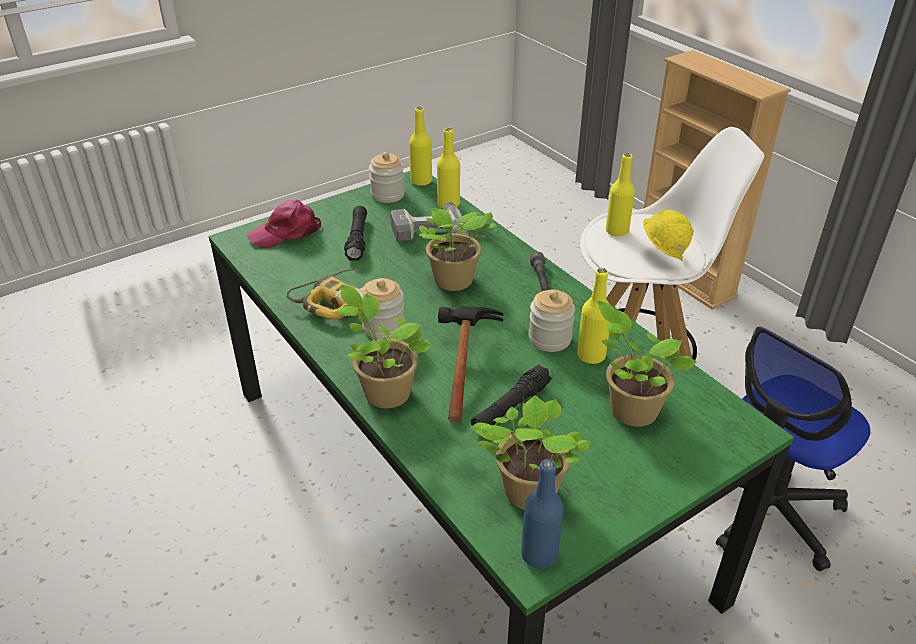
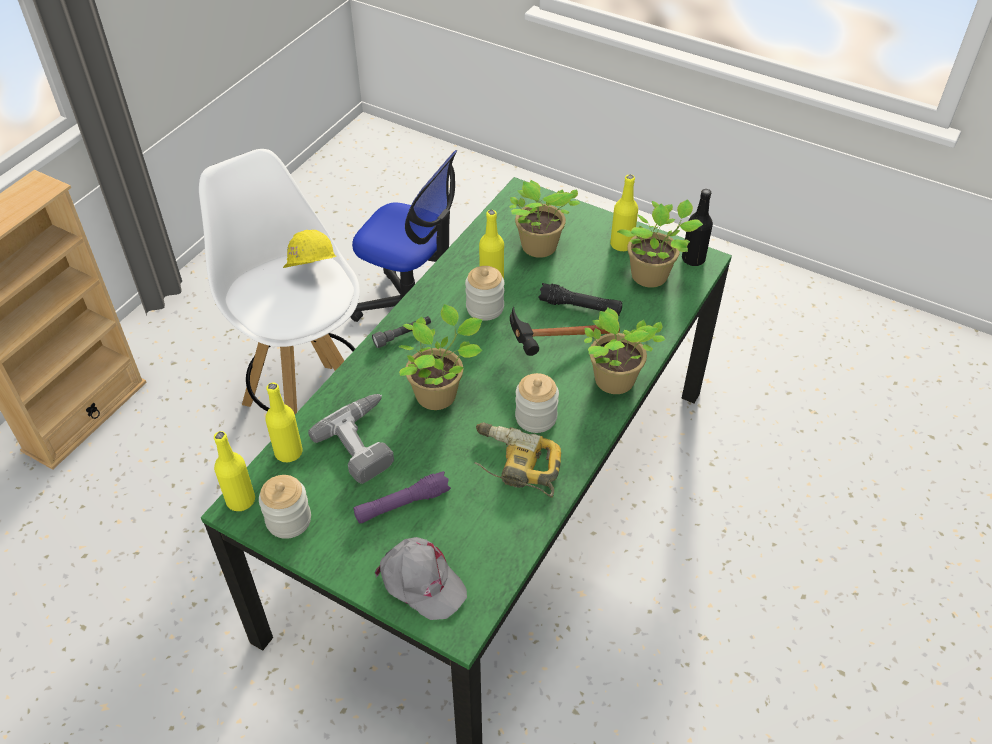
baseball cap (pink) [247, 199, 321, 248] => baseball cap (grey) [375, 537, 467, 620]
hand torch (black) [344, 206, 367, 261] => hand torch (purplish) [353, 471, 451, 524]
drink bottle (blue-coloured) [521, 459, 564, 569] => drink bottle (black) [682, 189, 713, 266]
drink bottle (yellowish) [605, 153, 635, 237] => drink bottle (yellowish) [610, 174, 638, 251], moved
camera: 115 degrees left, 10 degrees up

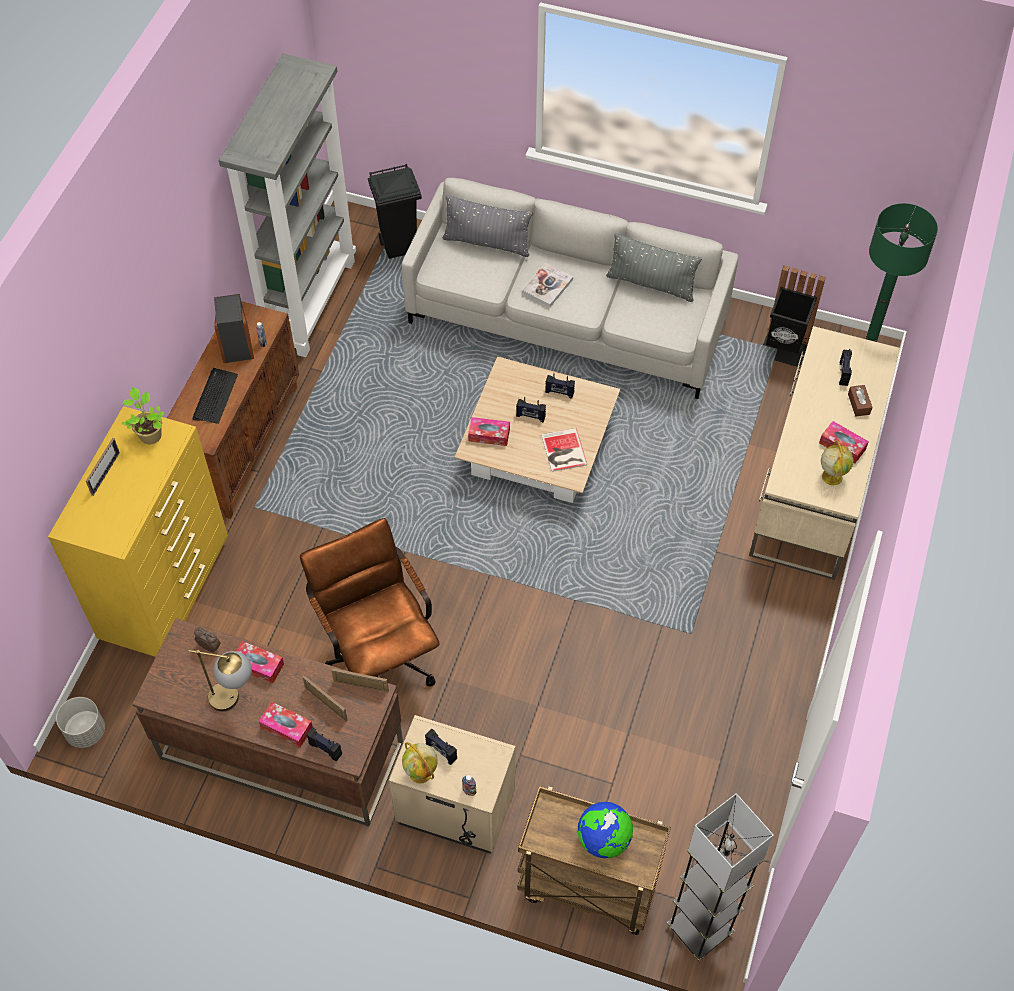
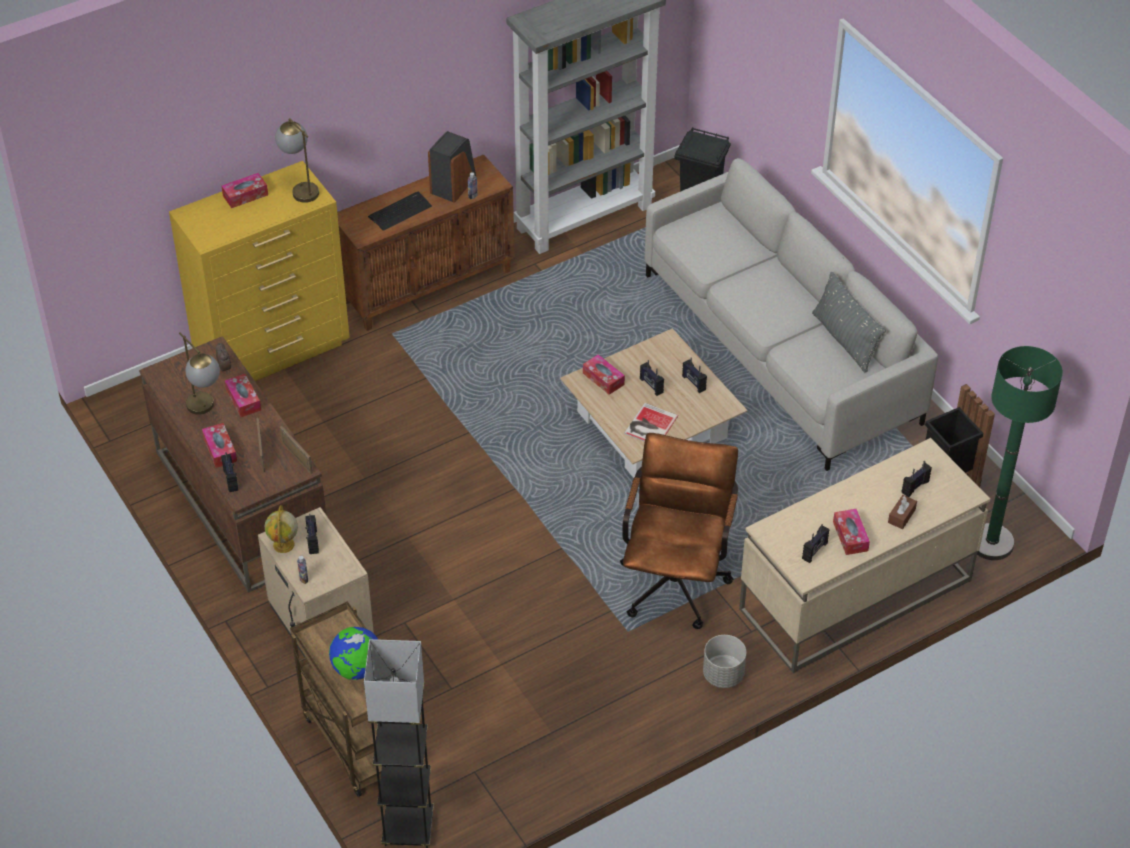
flower pot (grey) [56, 697, 105, 748] => flower pot (grey) [703, 635, 746, 688], moved
picture frame [86, 438, 120, 496] => box of tissues [222, 173, 268, 208]
houseplant [122, 387, 165, 444] => table lamp [275, 118, 319, 203]
computer chair (brownish) [300, 518, 440, 687] => computer chair (brownish) [620, 433, 738, 629], moved
cushion (grey) [442, 195, 533, 257] => nothing
volume [522, 263, 573, 307] => nothing
world globe [821, 441, 853, 485] => radio [802, 524, 829, 563]
camera: 40 degrees right, 10 degrees down

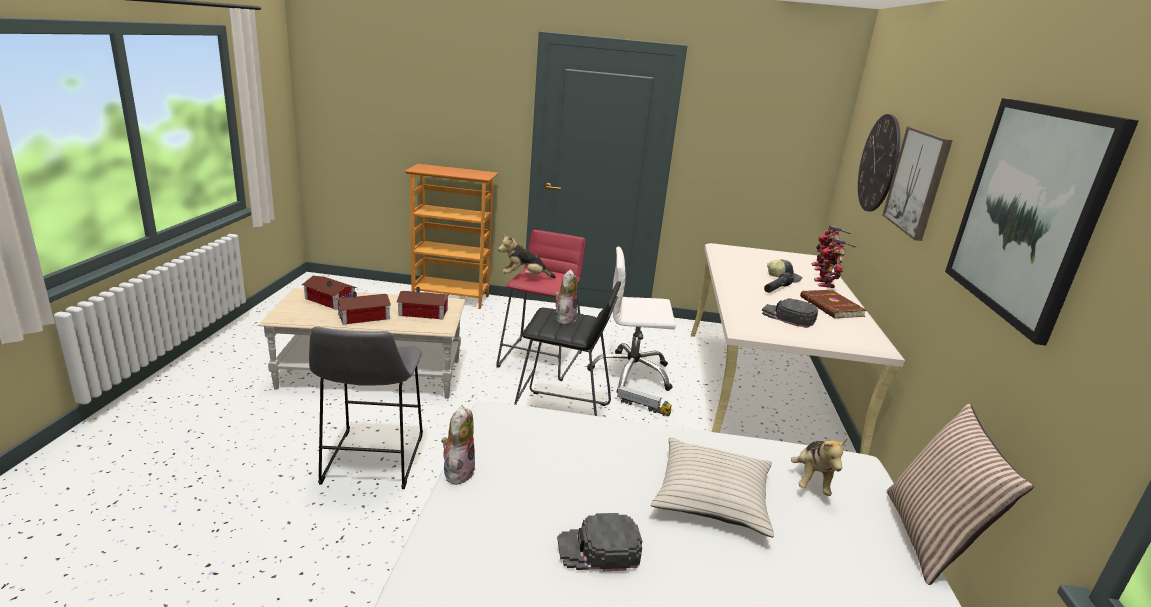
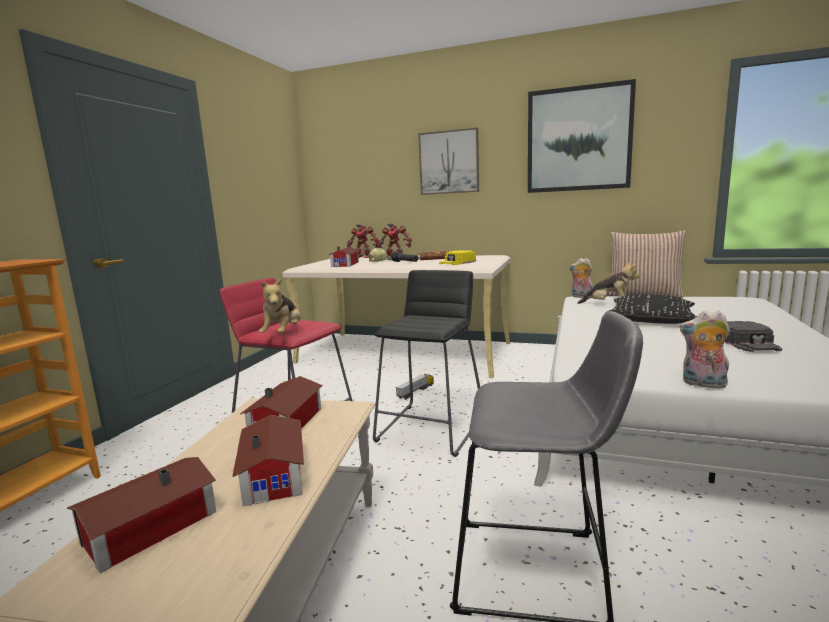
cuddly toy [555, 269, 577, 325] => cuddly toy [569, 258, 593, 298], moved
computer chair (white) [587, 246, 676, 393] => nothing
cushion (sand-coloured) [651, 437, 774, 537] => cushion (black) [607, 295, 697, 324]
baseball cap (black) [762, 298, 818, 328] => baseball cap (yellowish) [439, 250, 476, 265]
clock on the wall [858, 114, 900, 212] => nothing
nothing => model house [329, 247, 360, 267]
camera: 75 degrees left, 10 degrees down

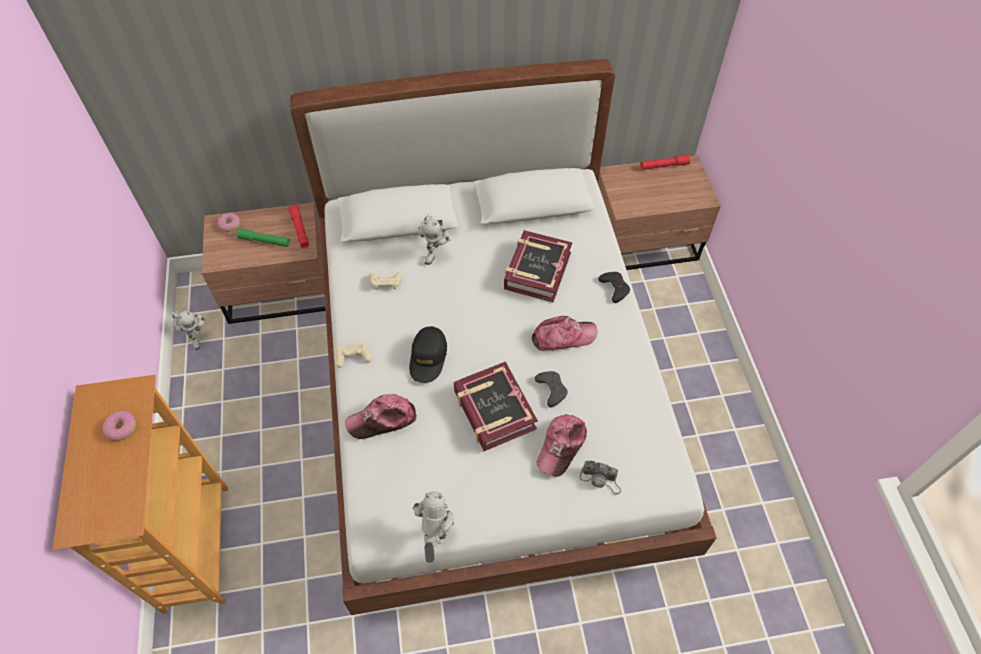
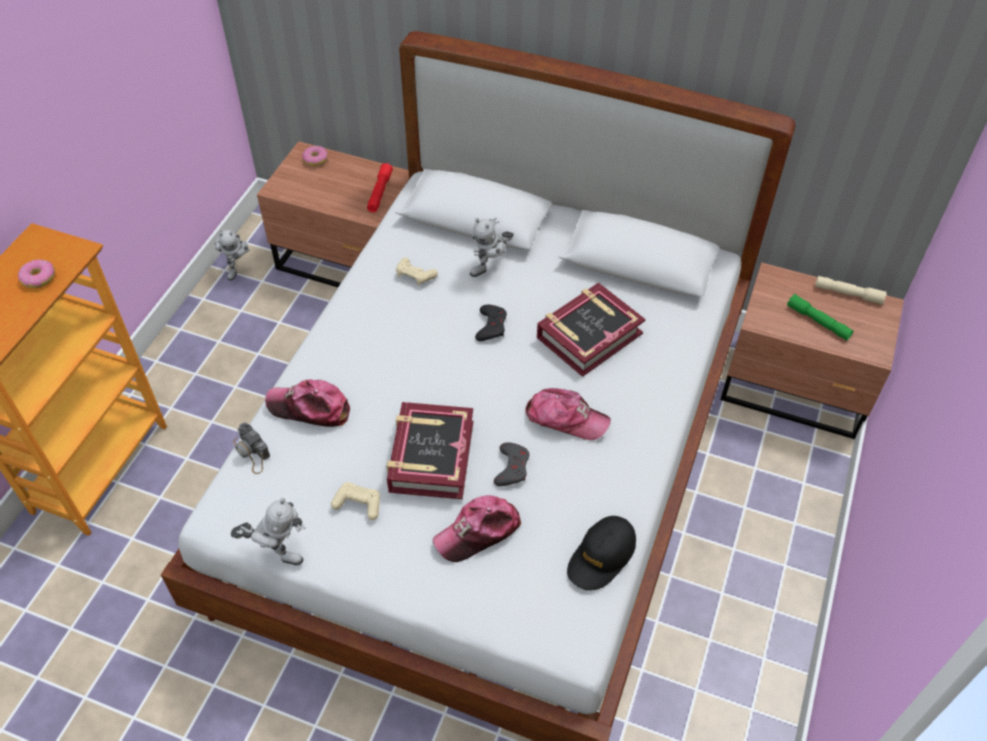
hand torch (green) [237, 228, 290, 247] => hand torch (green) [787, 294, 853, 340], moved
game controller (sand-coloured) [335, 342, 372, 368] => game controller (sand-coloured) [331, 482, 380, 520], moved
baseball cap (black) [409, 326, 447, 383] => baseball cap (black) [567, 516, 636, 590], moved
toy robot [413, 491, 454, 563] => toy robot [231, 498, 306, 565], 60 degrees clockwise
still camera [580, 460, 621, 495] => still camera [233, 422, 270, 474], moved
game controller (black) [598, 272, 630, 303] => game controller (black) [475, 305, 507, 341], moved
hand torch (reddish) [641, 154, 691, 170] => hand torch (sand-coloured) [815, 276, 887, 305]
camera: 30 degrees right, 5 degrees down

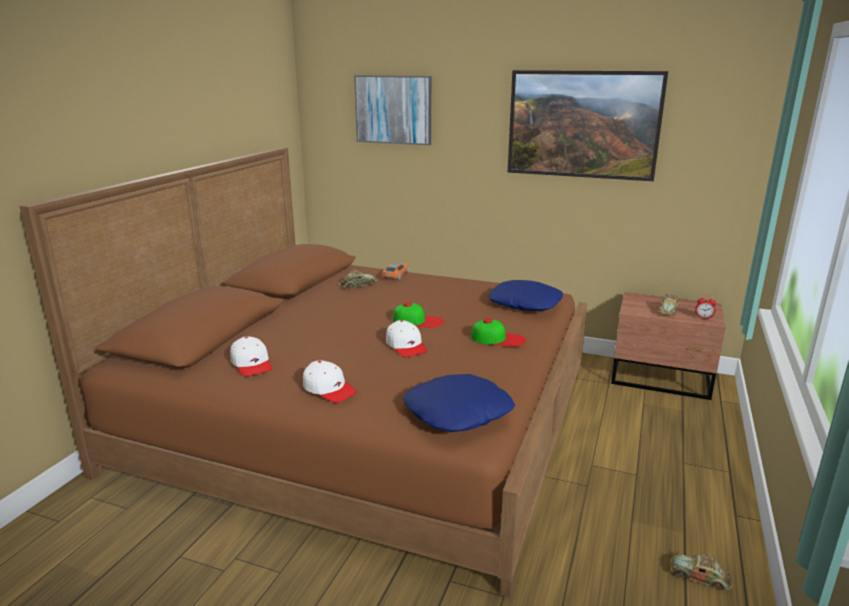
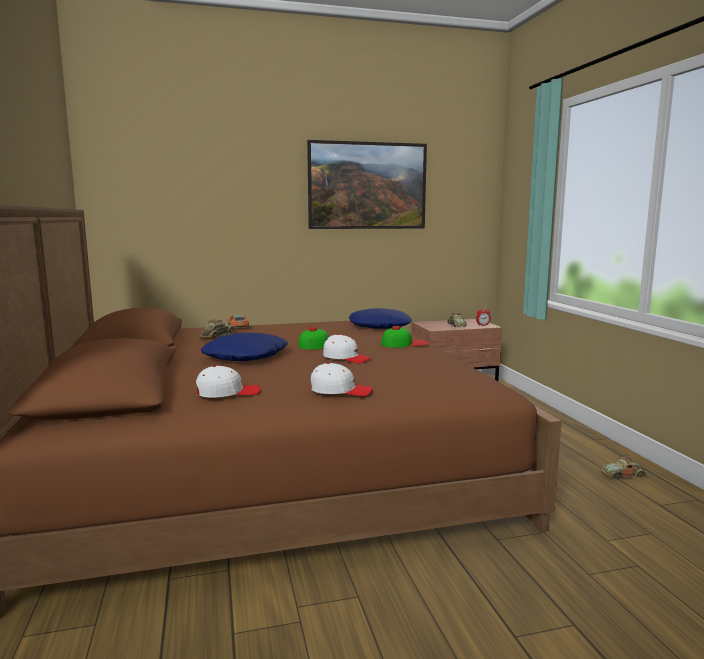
baseball cap (white) [230, 336, 272, 376] => baseball cap (white) [196, 365, 260, 398], 45 degrees counterclockwise
picture [354, 75, 431, 145] => nothing
cushion (blue-coloured) [403, 374, 515, 432] => cushion (blue-coloured) [201, 333, 288, 361], moved
camera: 35 degrees left, 10 degrees down

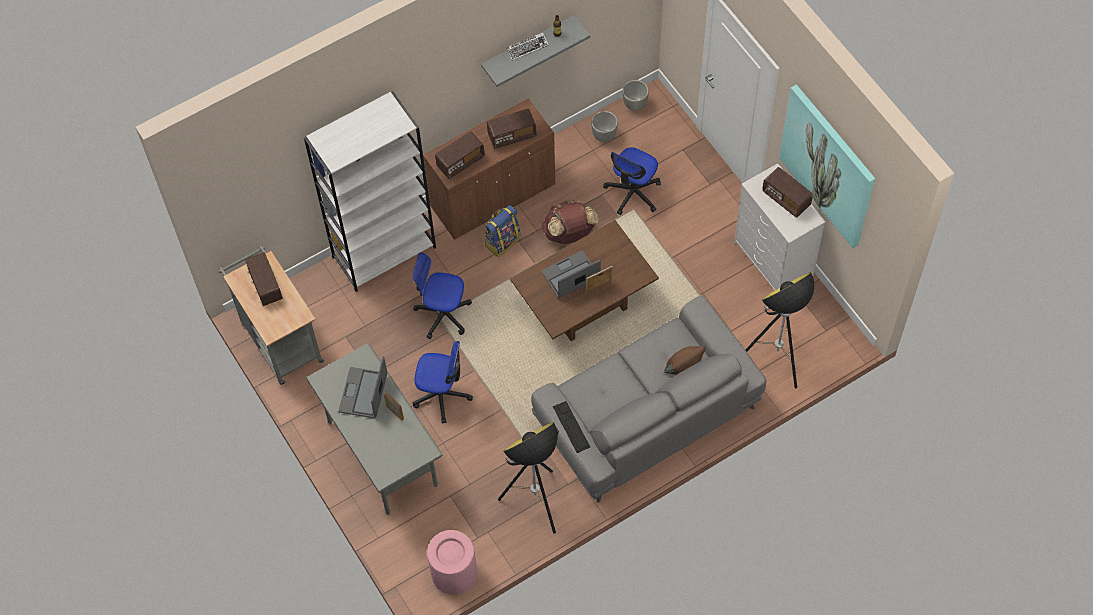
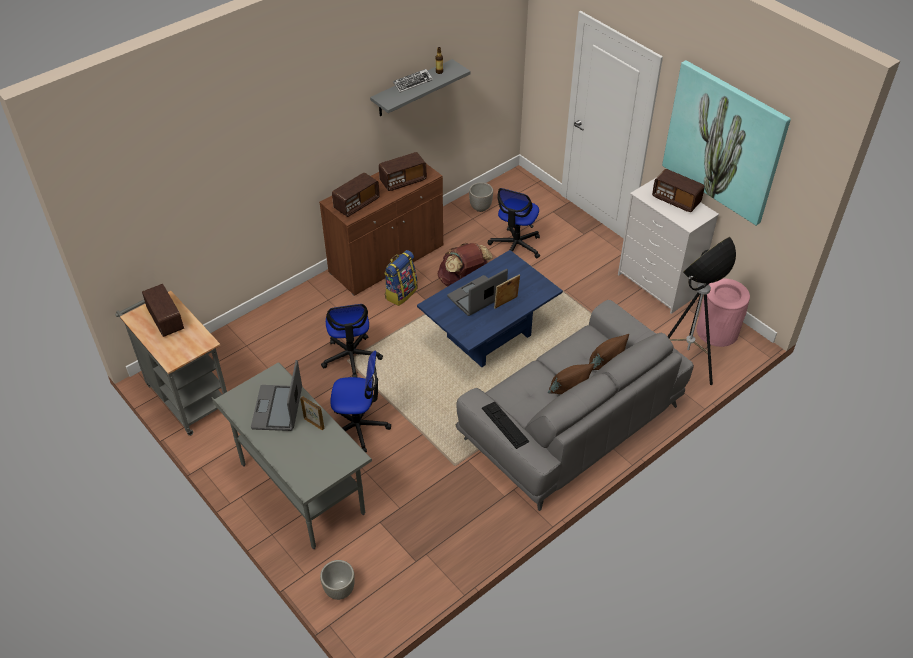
bookshelf (white) [304, 91, 436, 292] => nothing
computer chair [412, 252, 472, 339] => computer chair [321, 304, 383, 377], 105 degrees counterclockwise
waste bin (pink) [427, 530, 477, 595] => waste bin (pink) [697, 279, 750, 347], moved
standard lamp [498, 422, 559, 534] => nothing
coffee table (brownish) [510, 220, 659, 341] => coffee table (blue-coloured) [417, 250, 563, 367]
flower pot (grey) [622, 80, 649, 111] => flower pot (grey) [320, 560, 355, 600], moved
nothing => cushion (brownish) [548, 363, 594, 394]
camera: 10 degrees left, 15 degrees down

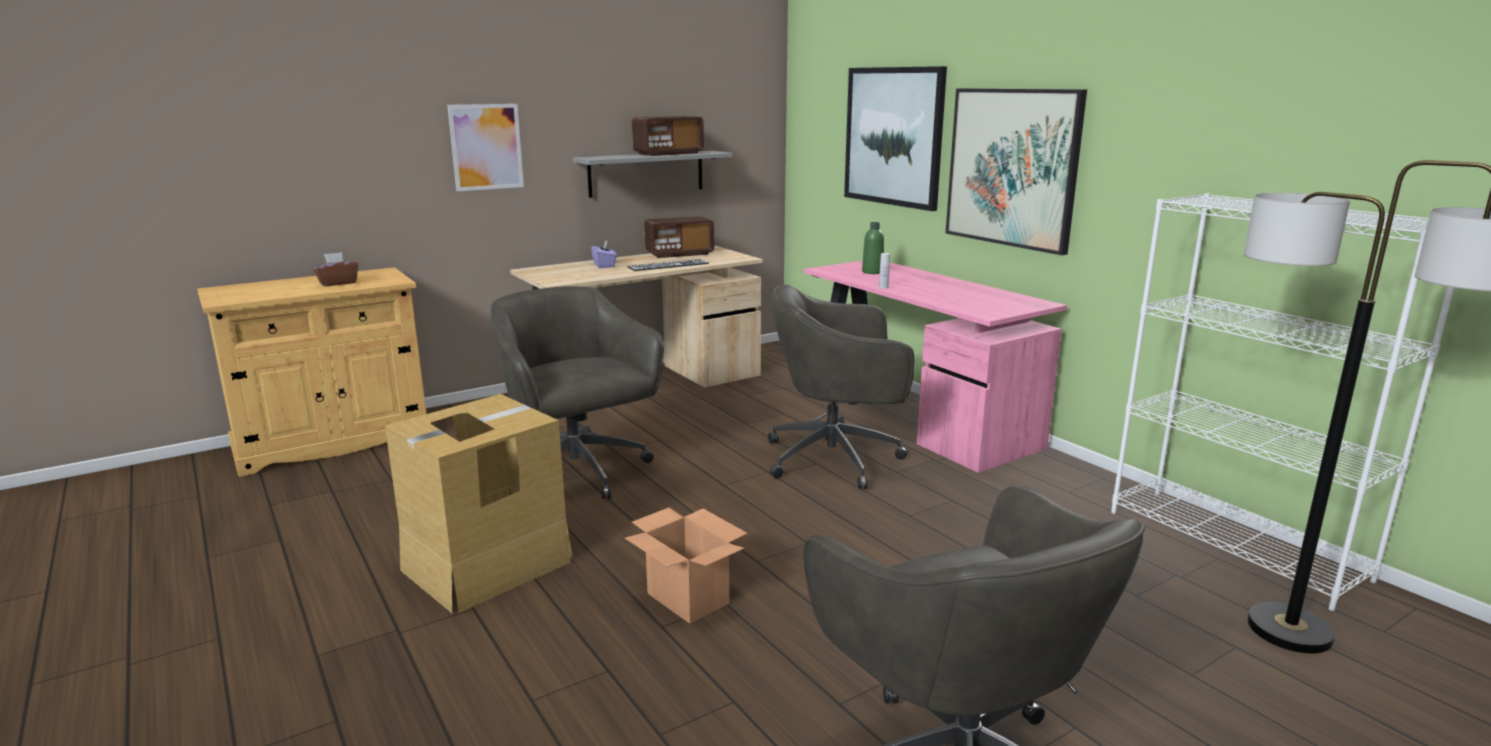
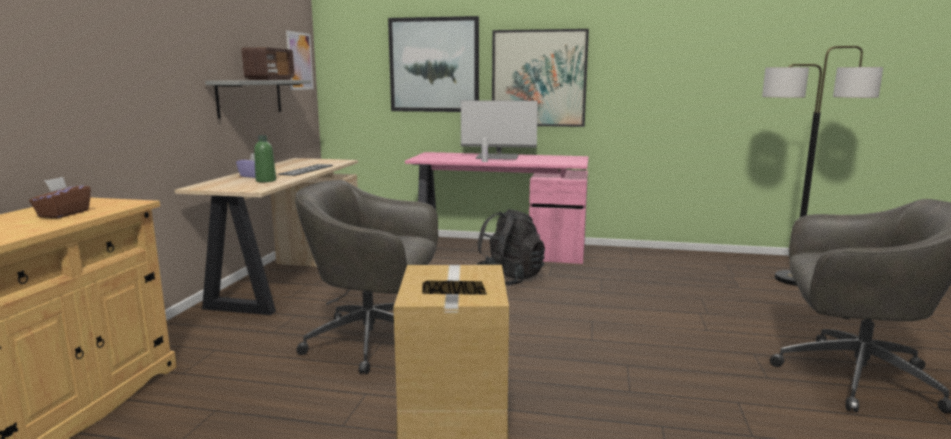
picture [447, 104, 524, 191] => picture [286, 31, 314, 90], moved
carton [625, 508, 747, 624] => nothing
radio [644, 216, 714, 258] => nothing
computer chair (grey) [768, 285, 914, 489] => knapsack (black) [475, 209, 545, 285]
drink bottle (green) [862, 222, 884, 274] => drink bottle (green) [254, 135, 276, 182], moved
bookshelf (white) [1111, 193, 1454, 611] => nothing
nothing => computer screen [461, 100, 538, 160]
camera: 45 degrees left, 5 degrees down

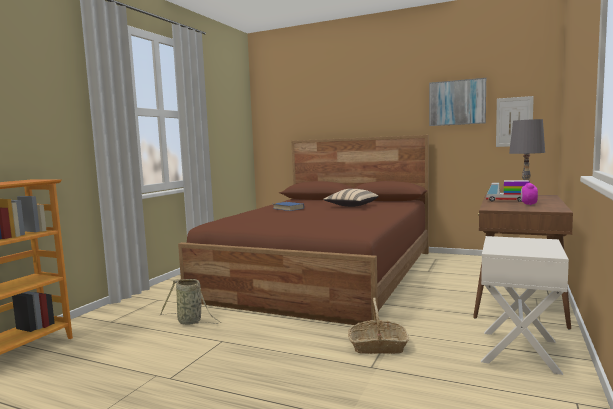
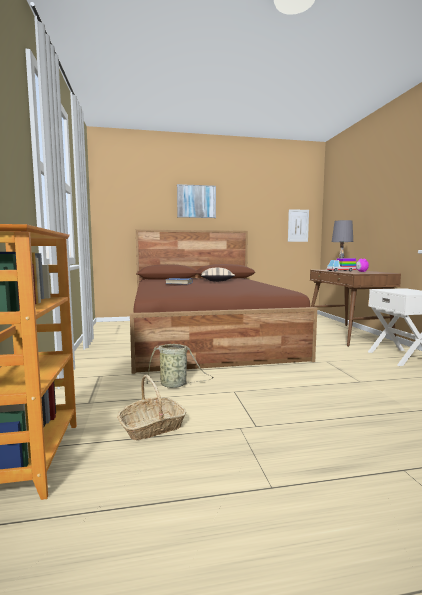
basket [348, 298, 409, 354] => basket [117, 375, 186, 441], moved
picture [429, 78, 486, 126] => picture [177, 184, 216, 218], moved
camera: 35 degrees left, 0 degrees up

